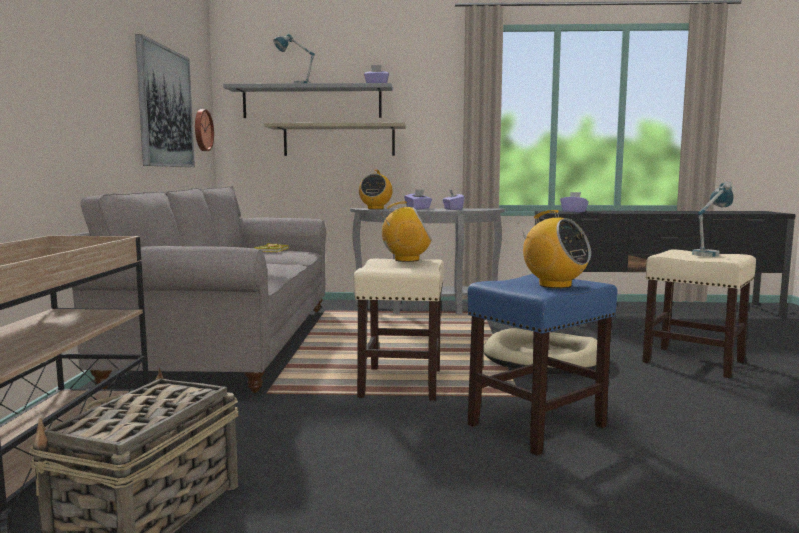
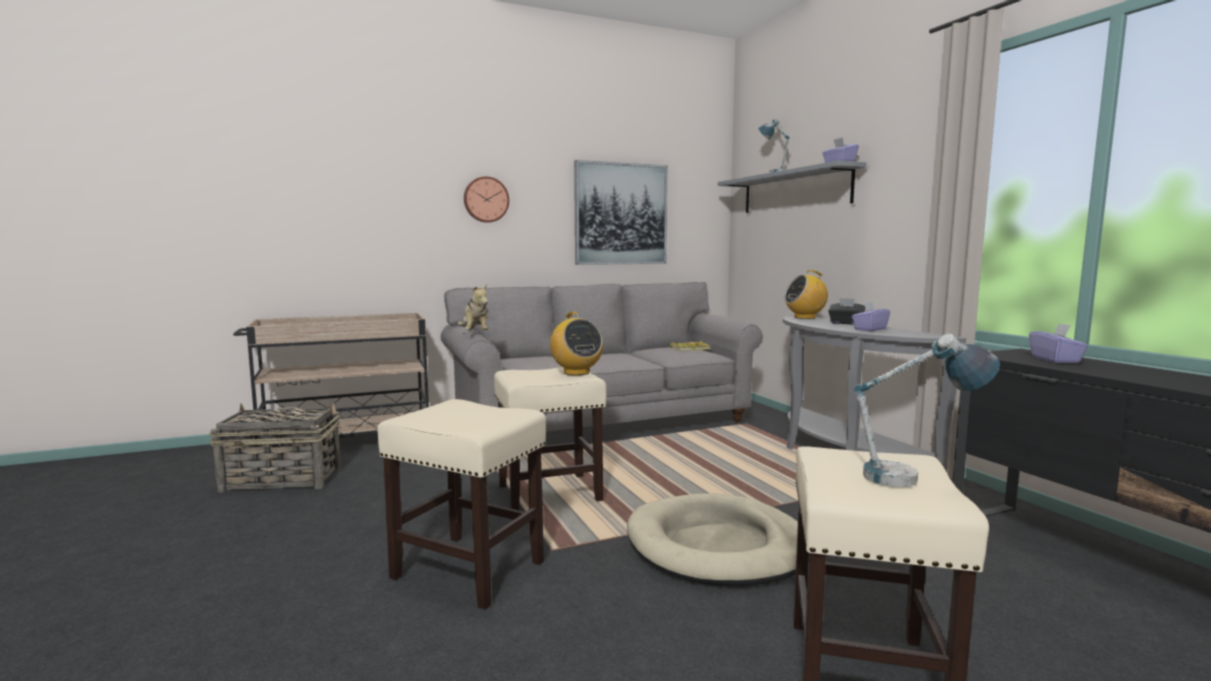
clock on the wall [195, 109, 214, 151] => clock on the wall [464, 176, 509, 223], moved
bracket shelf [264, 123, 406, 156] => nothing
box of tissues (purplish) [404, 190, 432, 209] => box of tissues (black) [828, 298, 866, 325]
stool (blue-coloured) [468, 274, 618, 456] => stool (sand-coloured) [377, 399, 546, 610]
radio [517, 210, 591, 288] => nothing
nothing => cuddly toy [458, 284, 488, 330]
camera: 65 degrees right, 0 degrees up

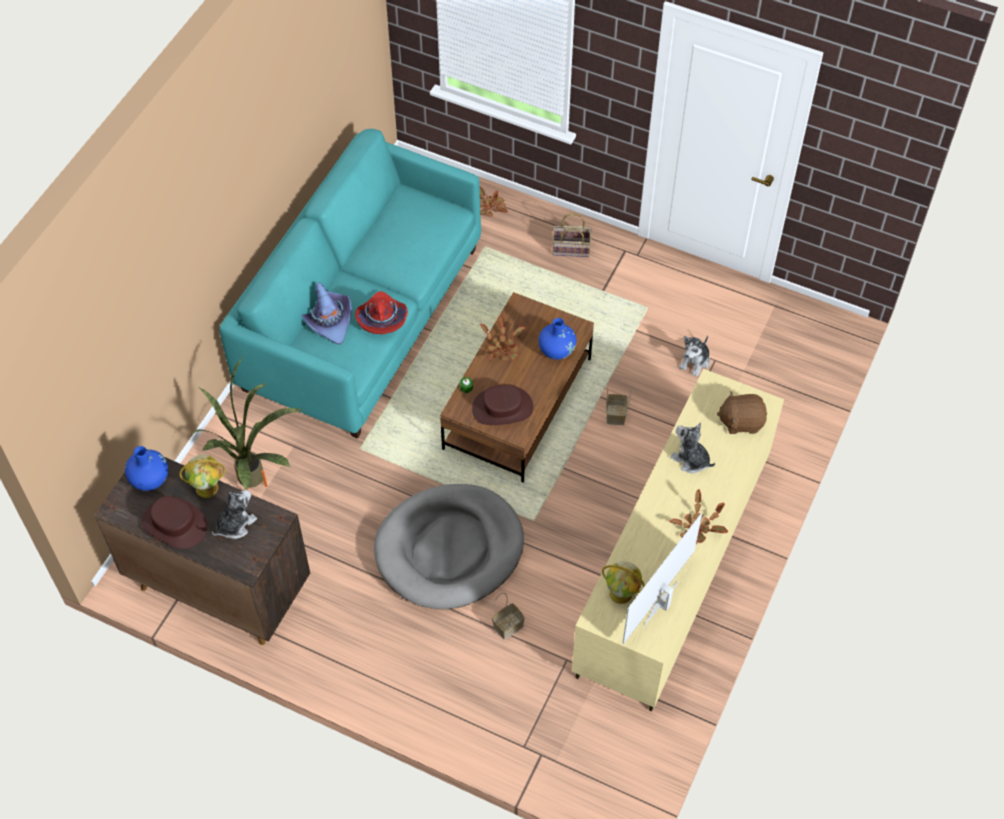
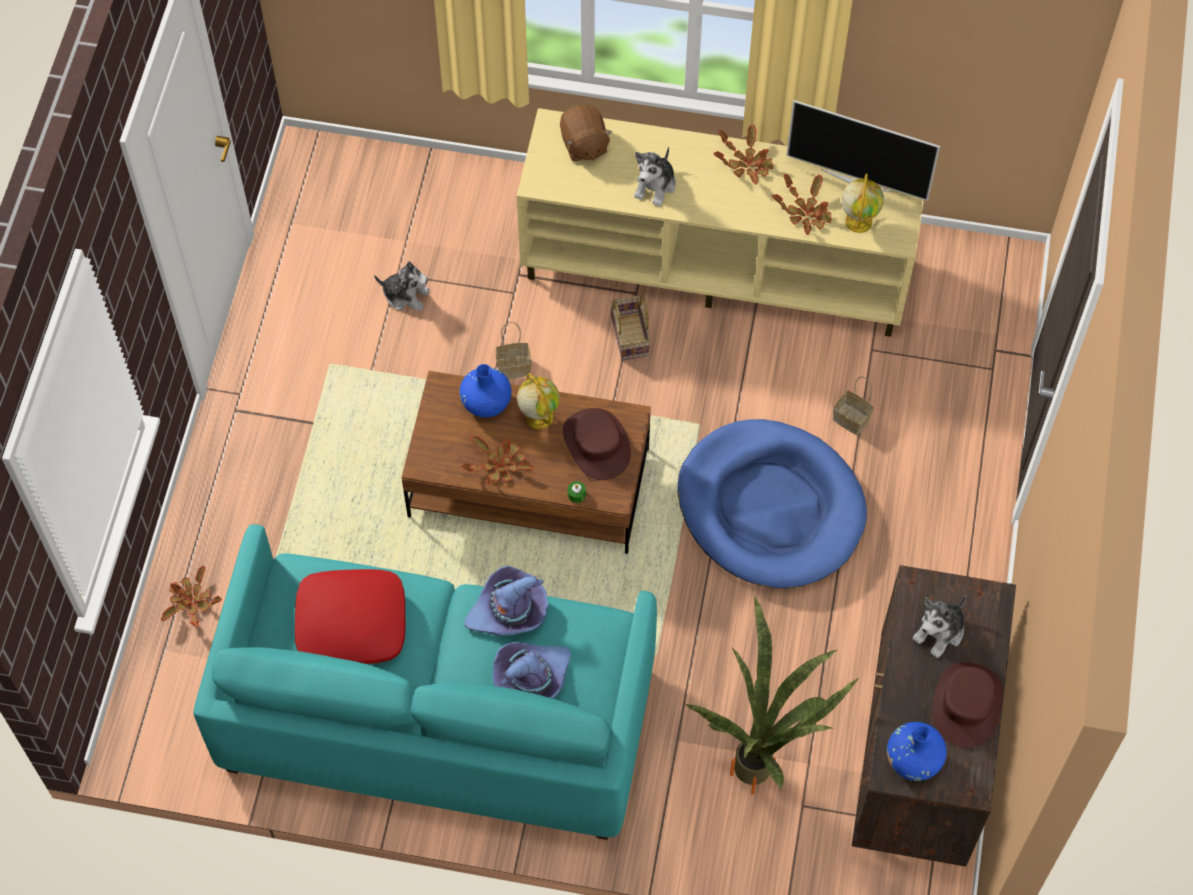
world globe [179, 455, 225, 498] => world globe [517, 373, 560, 429], moved
cuddly toy [212, 490, 257, 539] => cuddly toy [913, 595, 967, 658], 75 degrees counterclockwise
wearable hat (reddish) [355, 291, 408, 334] => wearable hat (purplish) [464, 565, 548, 636]
dog bed (grey) [374, 484, 524, 609] => dog bed (blue-coloured) [678, 419, 867, 588]
basket [552, 213, 592, 257] => basket [610, 295, 651, 360], moved
nothing => cushion (reddish) [295, 569, 405, 664]
nothing => houseplant [771, 174, 832, 235]
camera: 105 degrees left, 5 degrees up

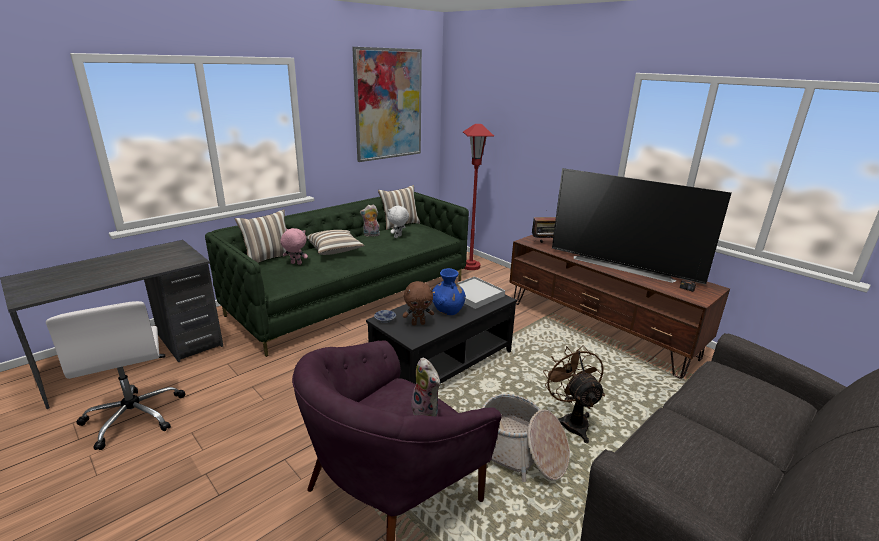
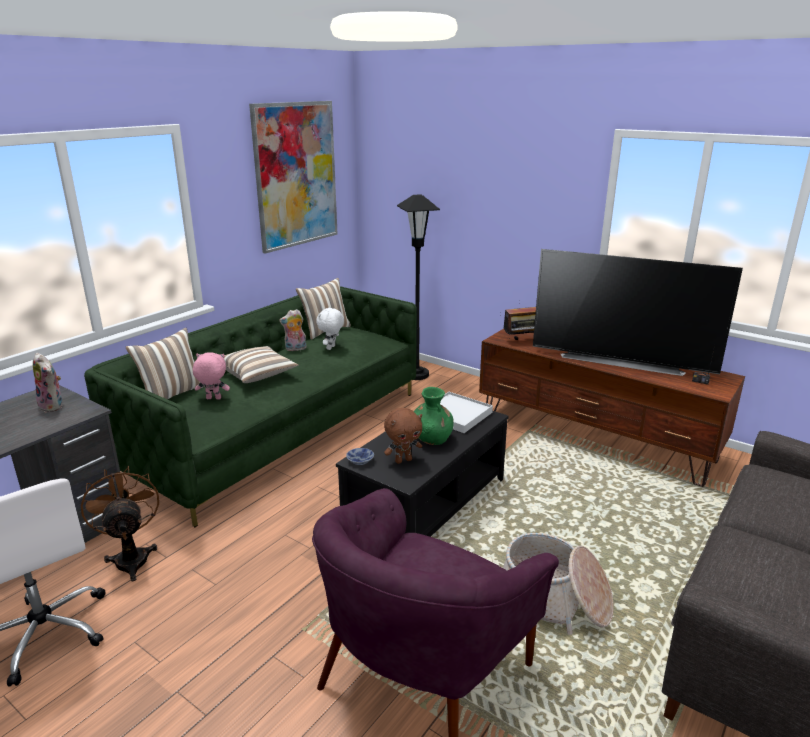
cuddly toy [411, 357, 440, 417] => cuddly toy [33, 353, 63, 412], moved
flower vase (blue-coloured) [432, 268, 466, 315] => flower vase (green) [414, 387, 454, 445]
standard lamp (reddish) [463, 124, 494, 270] => standard lamp (black) [397, 194, 440, 380]
cooling fan (brownish) [543, 346, 605, 443] => cooling fan (brownish) [81, 466, 159, 581], moved
camera: 10 degrees left, 0 degrees up

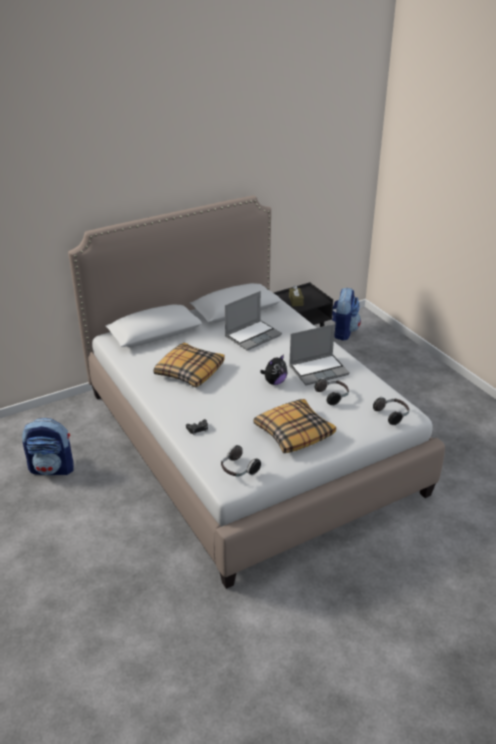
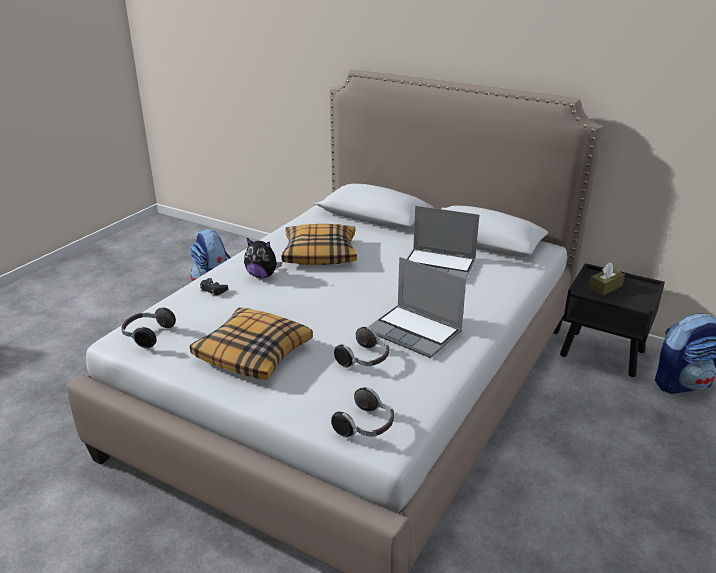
cuddly toy [260, 354, 288, 385] => cuddly toy [244, 238, 282, 278], moved
camera: 60 degrees right, 5 degrees down

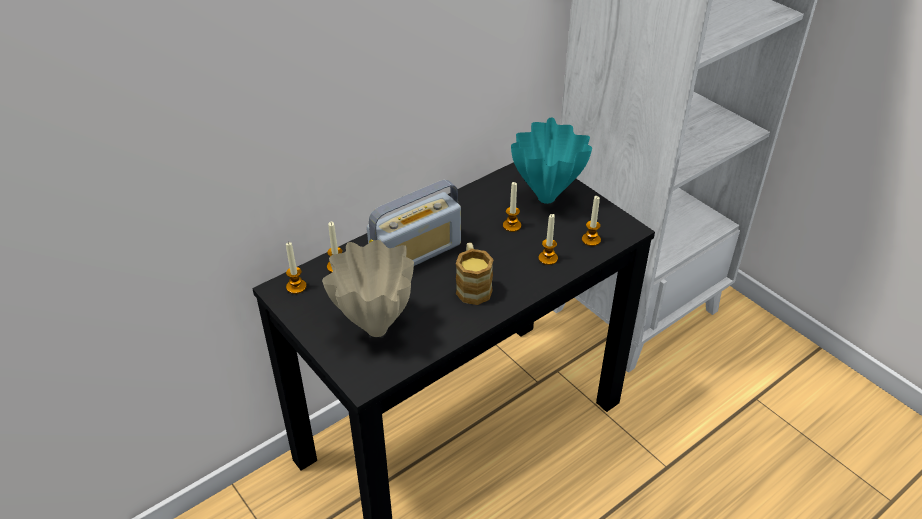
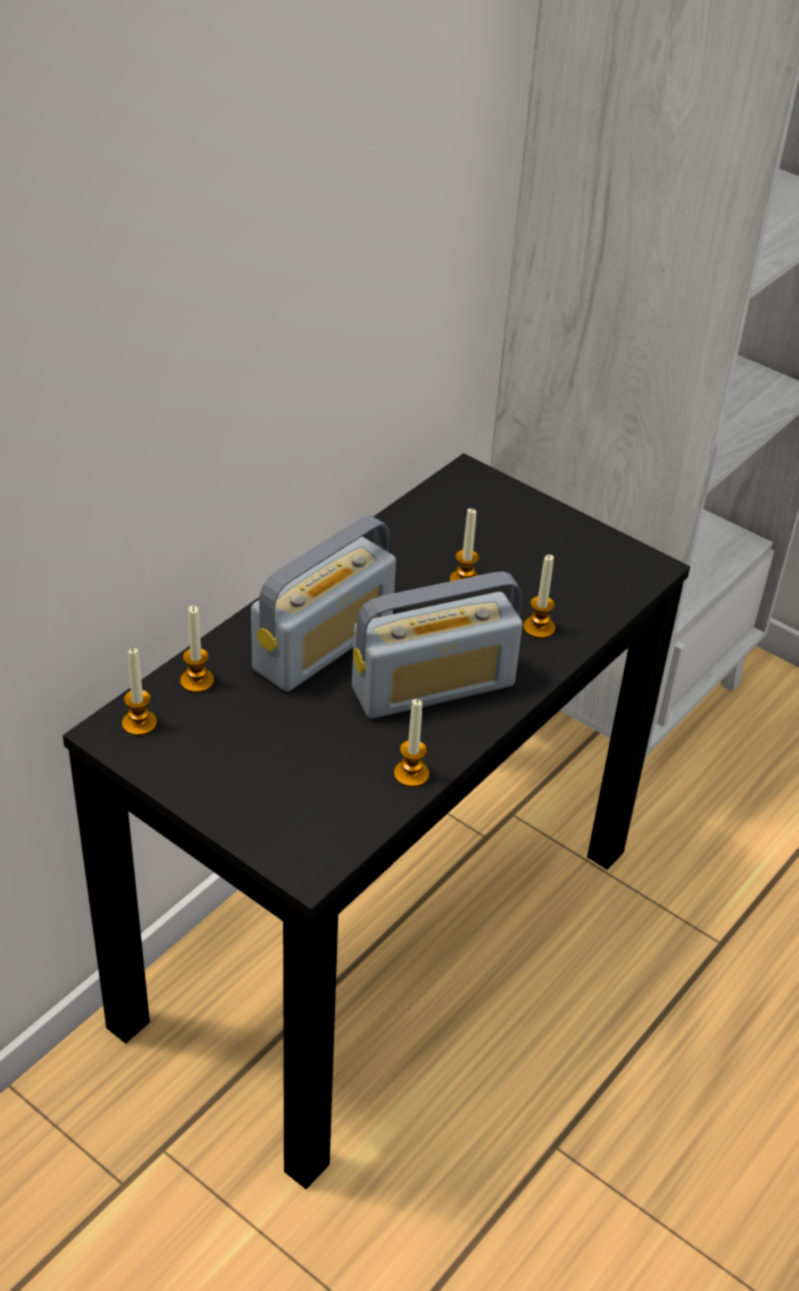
flower vase (sand-coloured) [322, 240, 414, 337] => nothing
mug [456, 243, 494, 305] => radio [352, 572, 523, 719]
flower vase (turquoise-coloured) [511, 118, 592, 204] => nothing
wax light [582, 196, 601, 246] => wax light [394, 699, 429, 787], moved
camera: 15 degrees left, 0 degrees up

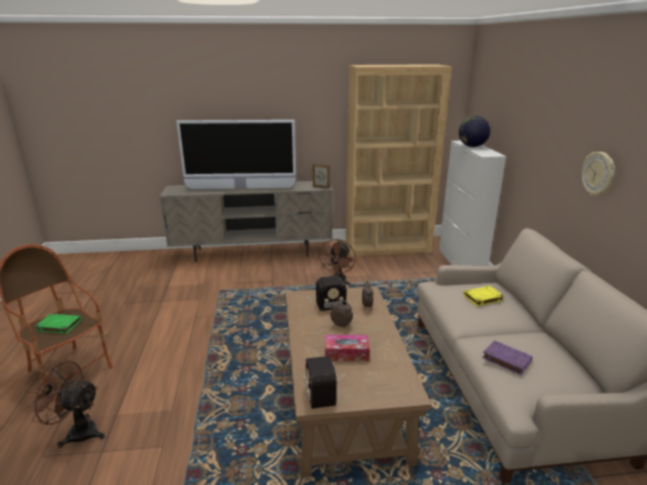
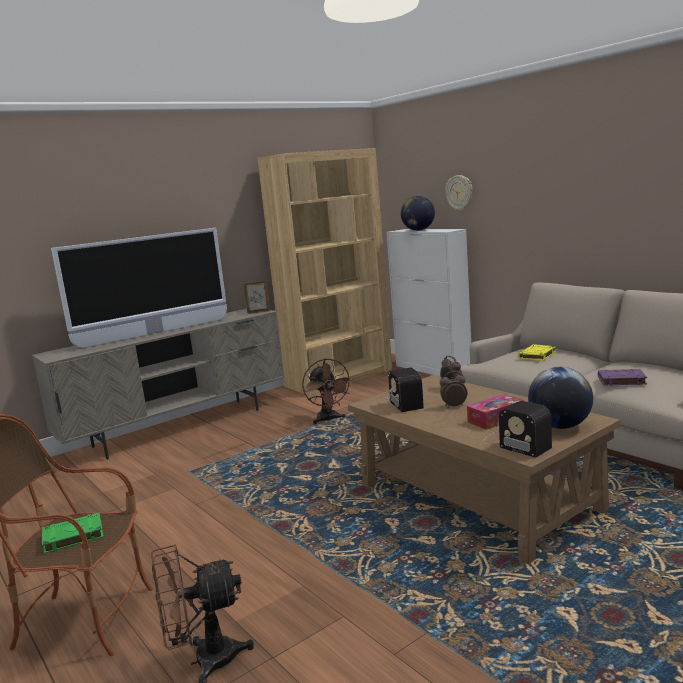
radio [300, 276, 347, 313] => radio [385, 368, 424, 412], 120 degrees clockwise
clock on the wall [582, 152, 615, 196] => clock on the wall [445, 175, 473, 211], moved
nothing => world globe [528, 367, 593, 429]
camera: 30 degrees left, 10 degrees down

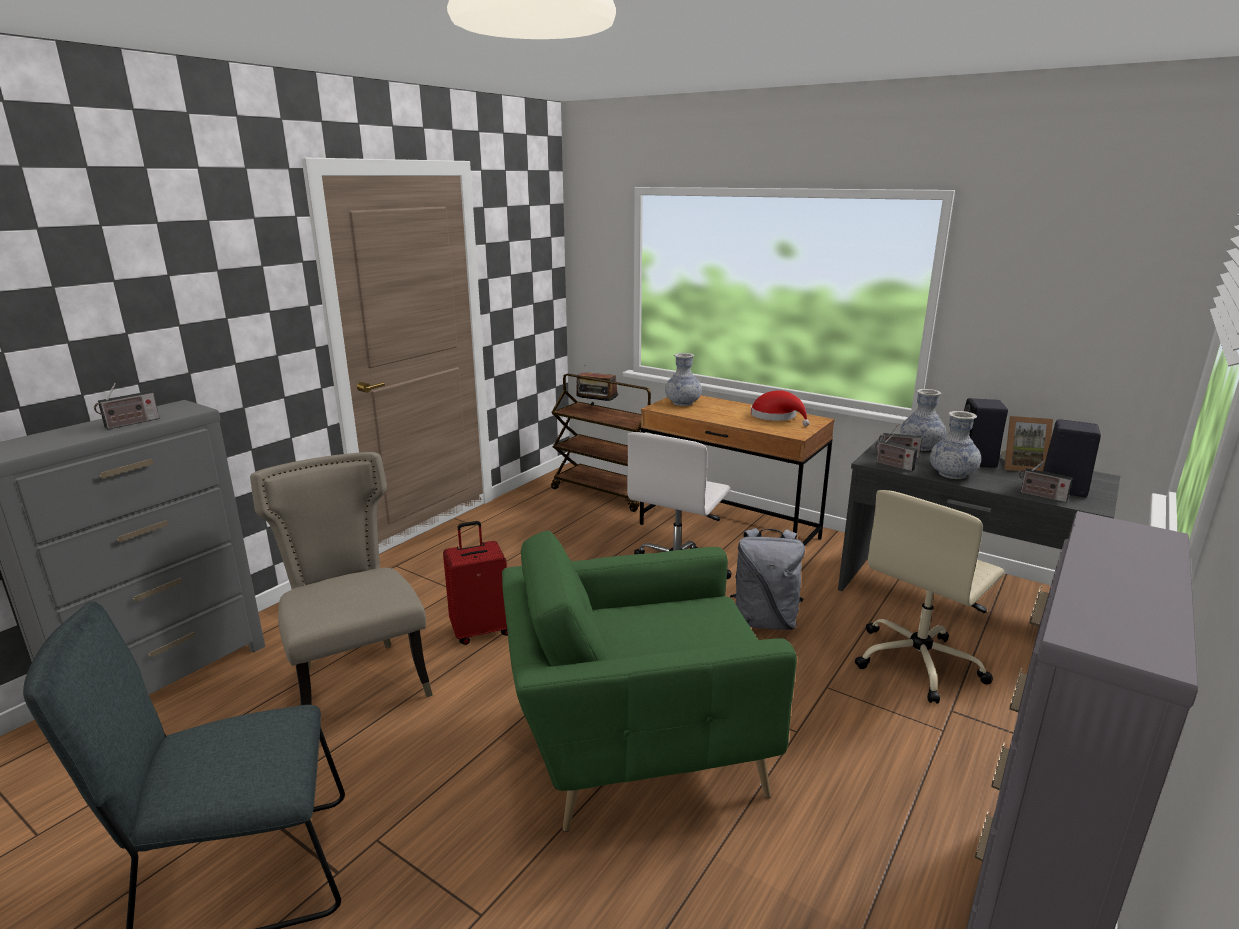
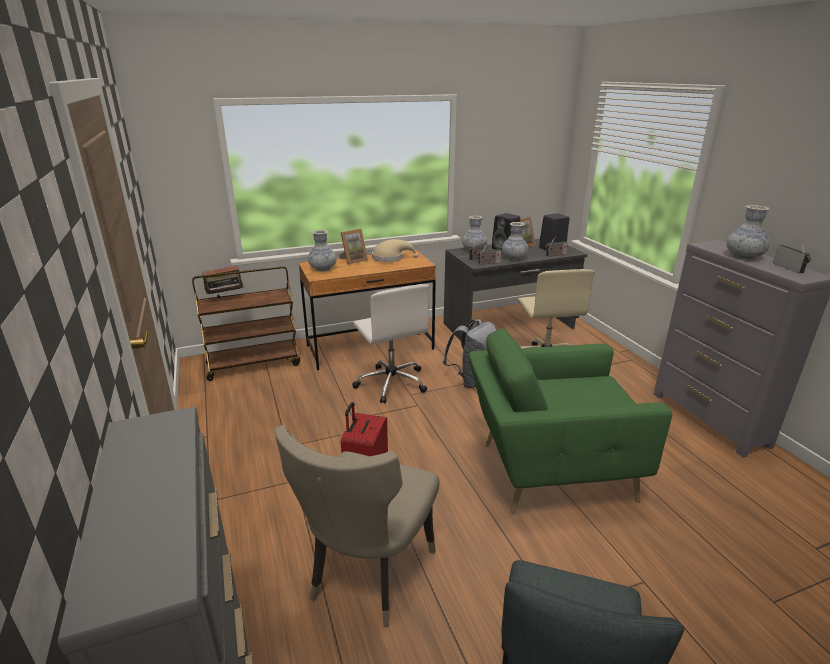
radio [94, 383, 160, 429] => radio [773, 241, 811, 273], moved
chair (sand-coloured) [250, 452, 433, 705] => chair (sand-coloured) [274, 425, 439, 627], 75 degrees counterclockwise
easy chair (green) [502, 530, 797, 832] => easy chair (green) [468, 329, 672, 514], 60 degrees clockwise
wearable hat (reddish) [751, 390, 810, 426] => wearable hat (sand-coloured) [372, 239, 418, 262]
nothing => picture frame [339, 229, 368, 265]
nothing => flower vase [727, 205, 770, 260]
camera: 55 degrees left, 5 degrees up

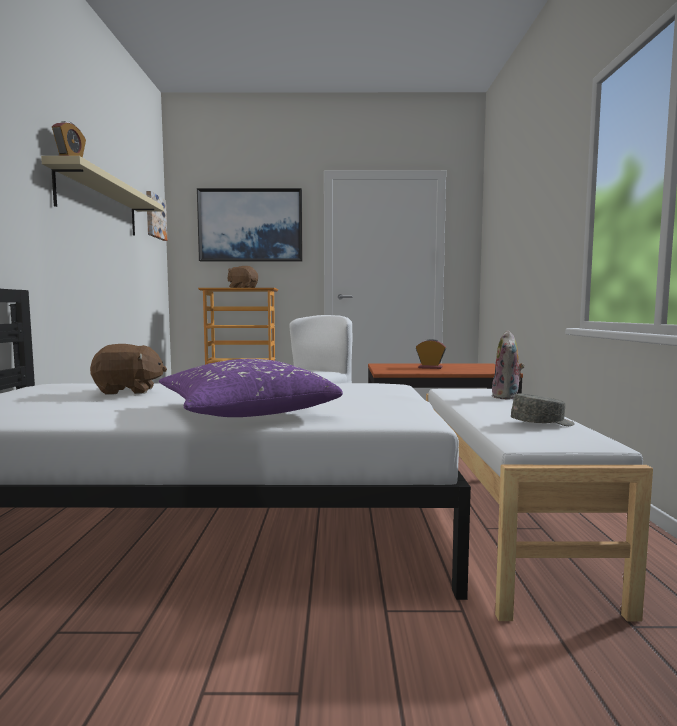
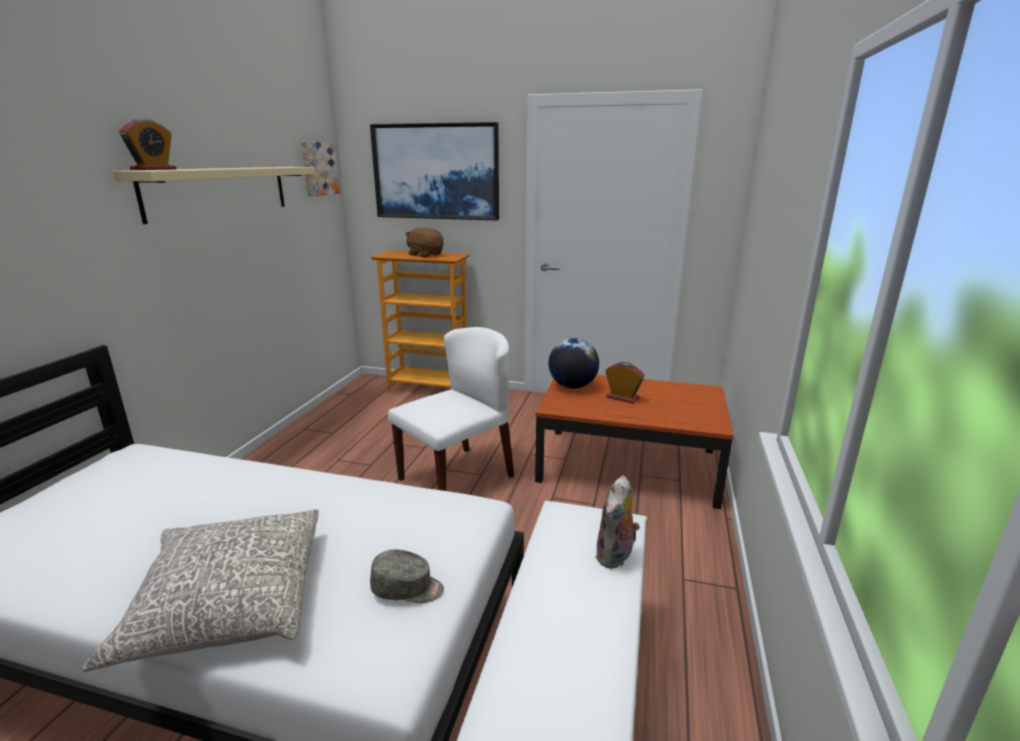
cuddly toy (brownish) [90, 344, 167, 395] => nothing
cushion (purplish) [159, 359, 343, 417] => cushion (grey) [82, 509, 319, 672]
baseball cap (grey) [511, 394, 575, 426] => baseball cap (grey) [370, 549, 444, 603], moved
nothing => world globe [548, 338, 599, 389]
camera: 15 degrees right, 15 degrees up

